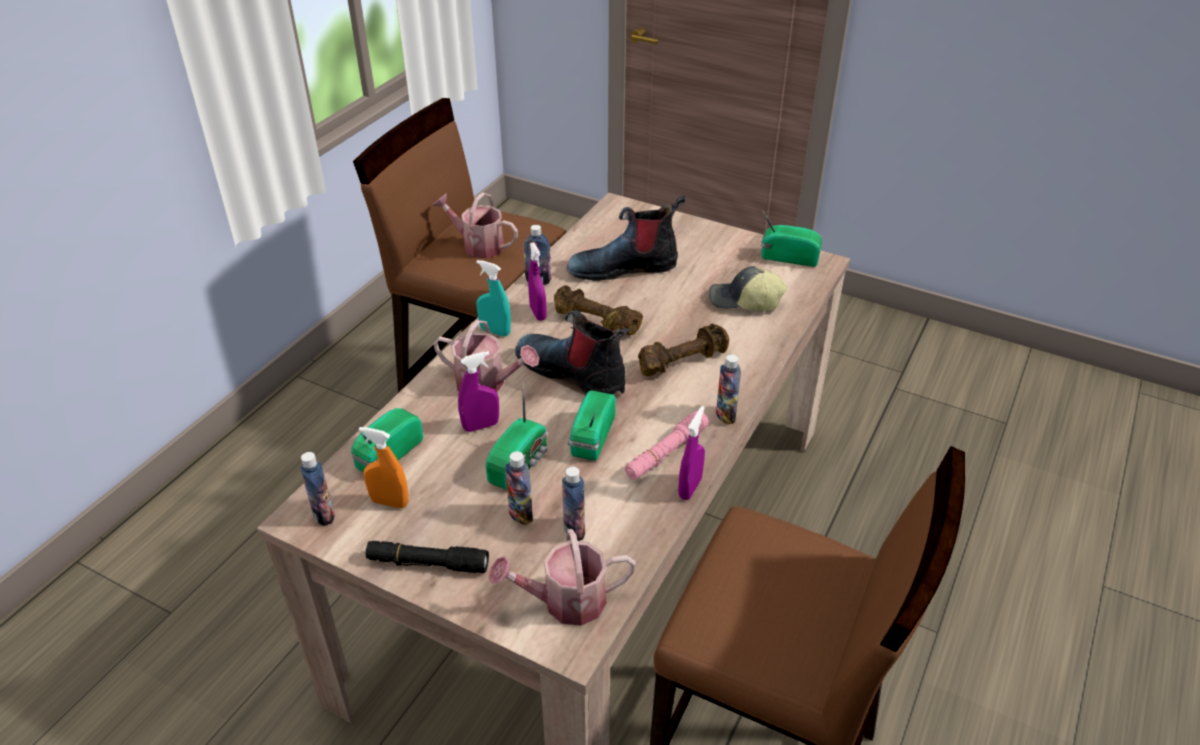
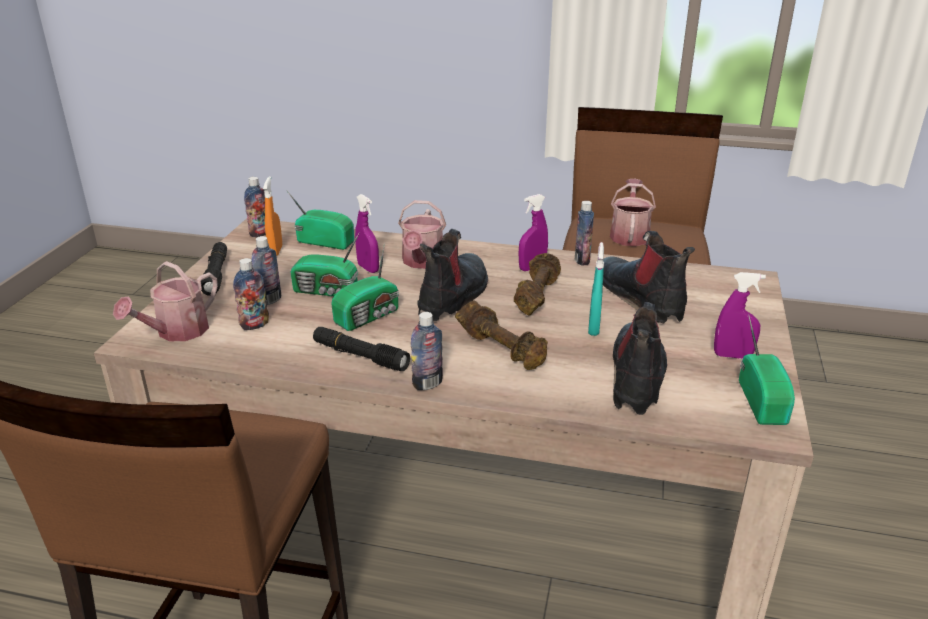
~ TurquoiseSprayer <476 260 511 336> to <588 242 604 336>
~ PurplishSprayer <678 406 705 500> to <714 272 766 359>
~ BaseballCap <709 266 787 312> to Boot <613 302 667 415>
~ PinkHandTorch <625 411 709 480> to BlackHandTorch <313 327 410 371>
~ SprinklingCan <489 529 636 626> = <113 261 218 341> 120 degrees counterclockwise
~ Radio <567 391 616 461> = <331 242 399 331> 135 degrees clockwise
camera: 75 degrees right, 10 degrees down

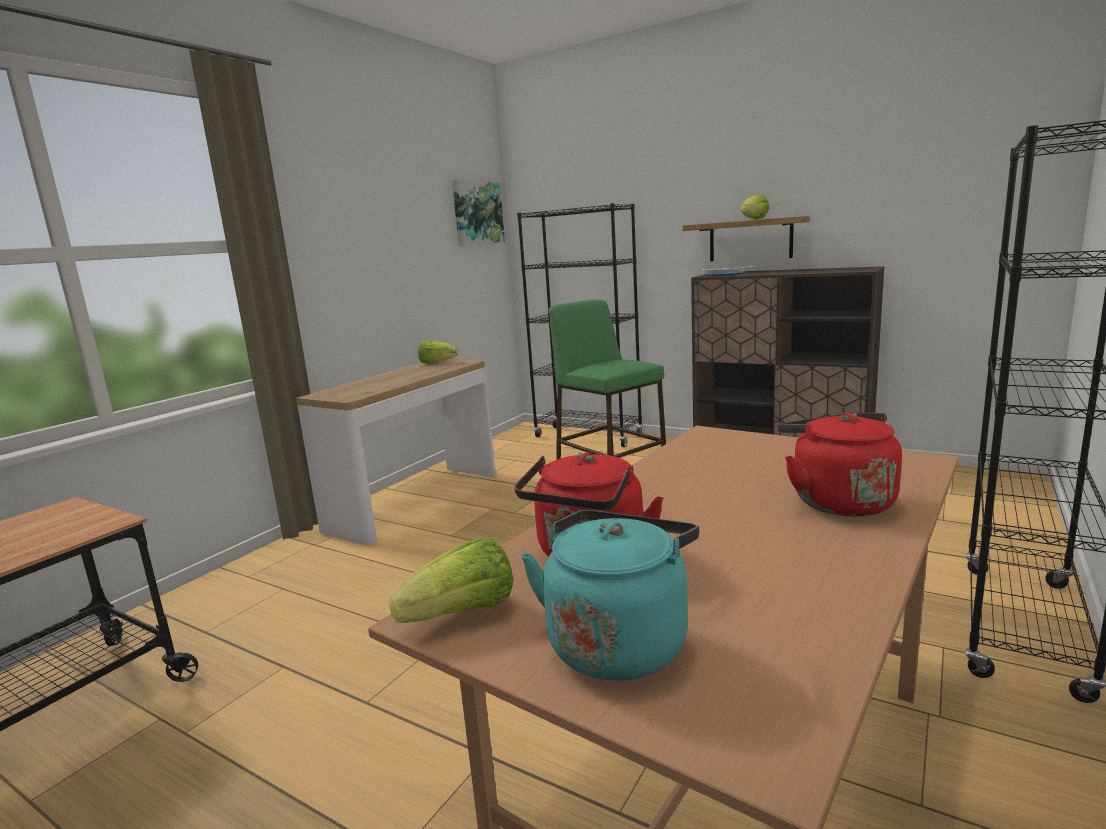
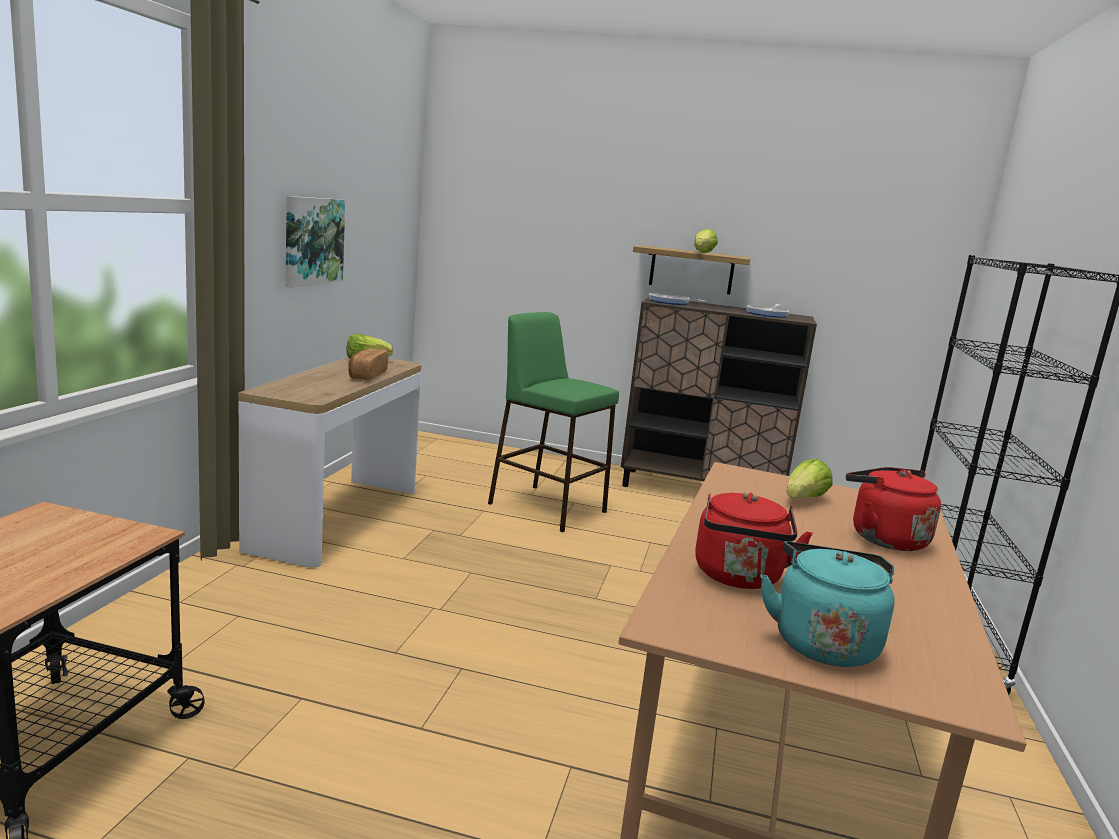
- BlackBookshelf <517 203 643 447>
+ BakeryBread <348 348 388 380>
+ Pan <746 304 789 318>
~ Lettuce <389 538 513 623> to <786 459 833 499>
~ WallPicture <452 180 505 246> to <286 196 345 287>
camera: 20 degrees left, 0 degrees up

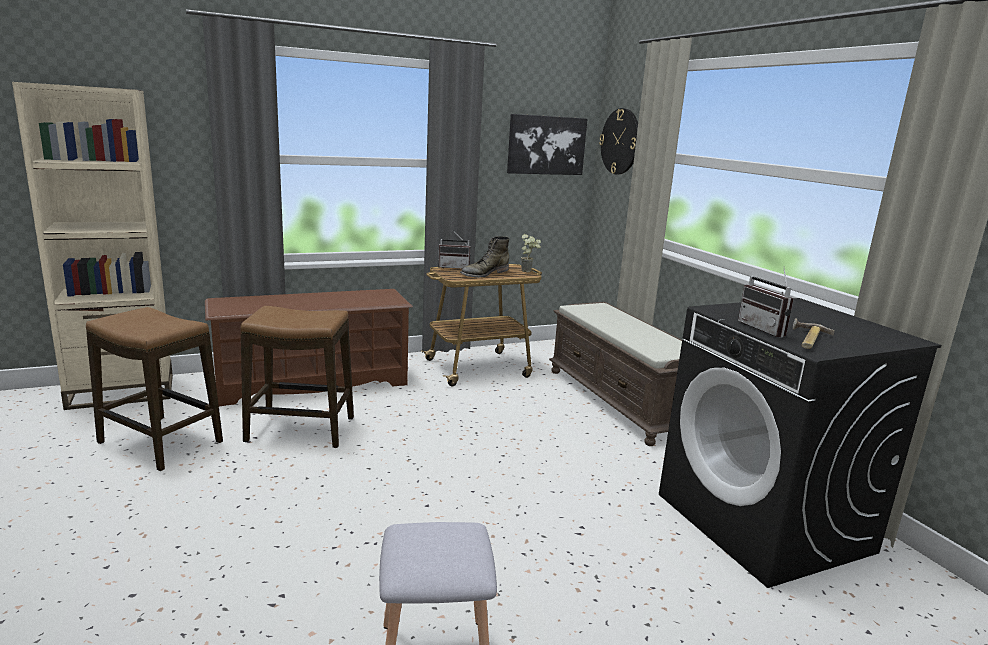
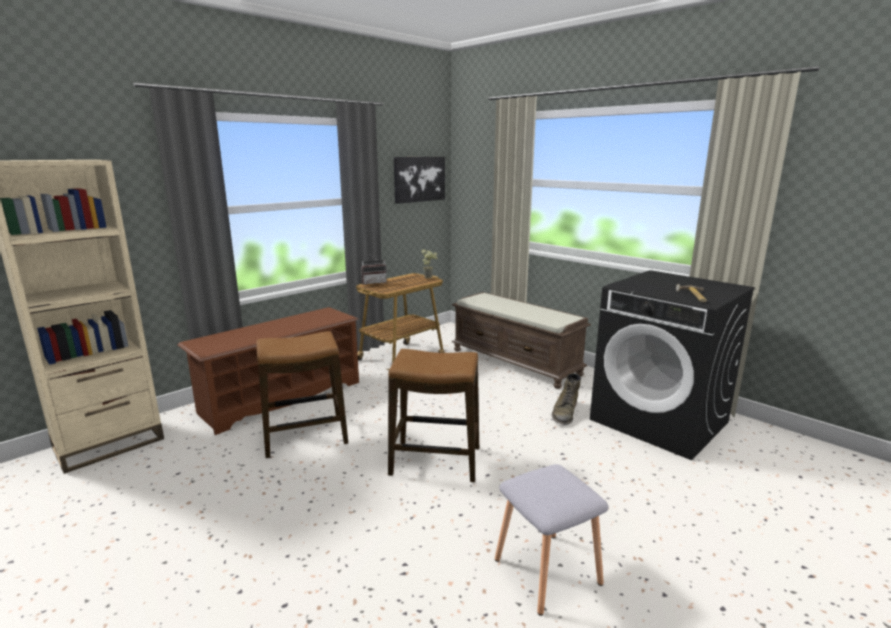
- WallClock <599 108 638 174>
- Radio <738 267 794 338>
~ SittingStool <86 307 223 471> to <388 349 479 482>
~ GreenColouredBoot <460 236 509 278> to <552 373 581 425>
camera: 20 degrees left, 0 degrees up

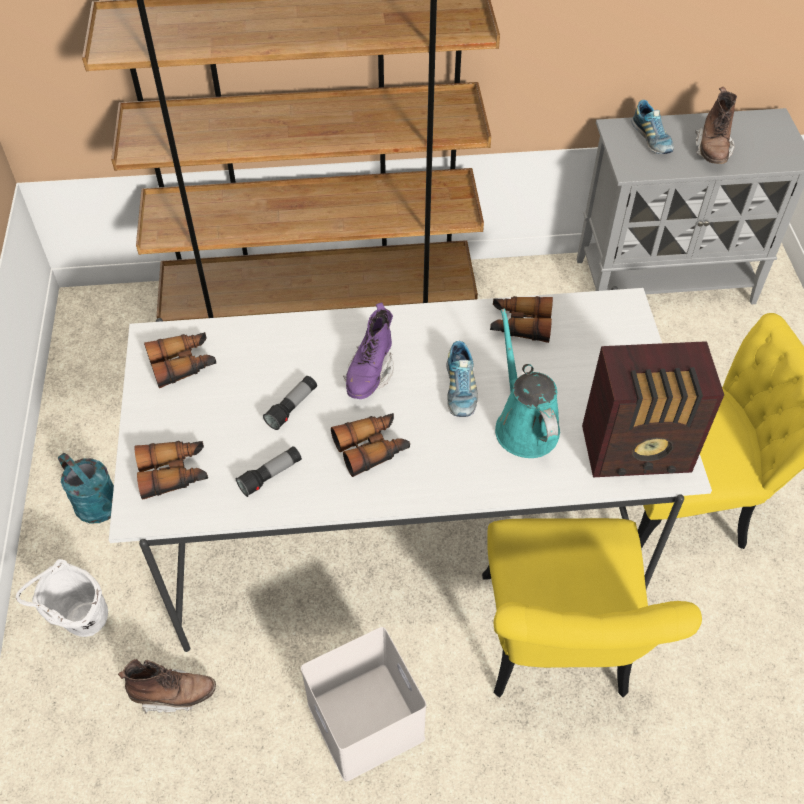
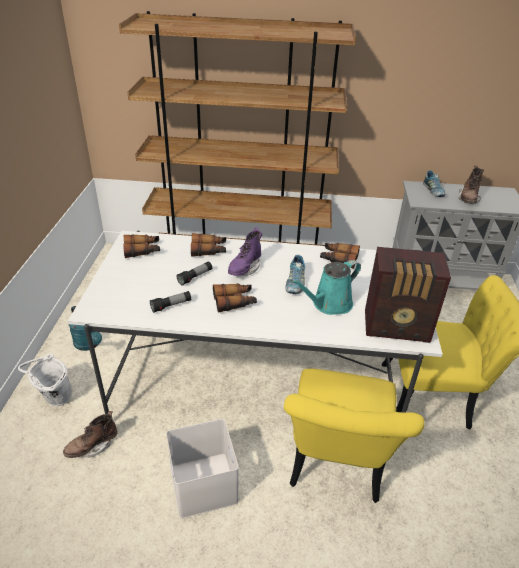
~ PairOfBinoculars <135 441 208 500> to <191 233 226 257>
~ BrownishBoot <118 659 216 714> = <63 411 118 458> 135 degrees clockwise
~ TurquoiseSprinklingCan <495 308 560 458> = <291 260 361 315> 120 degrees counterclockwise
camera: 10 degrees right, 15 degrees down

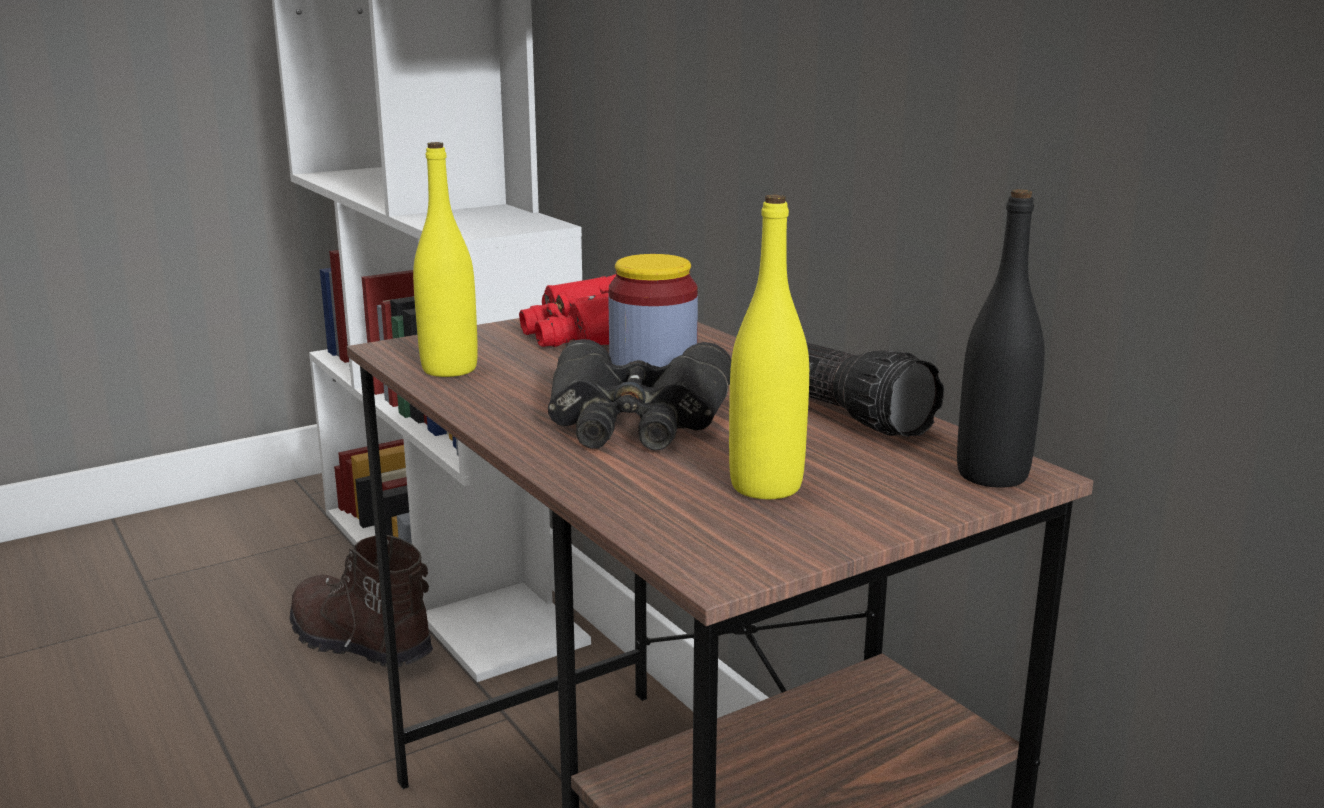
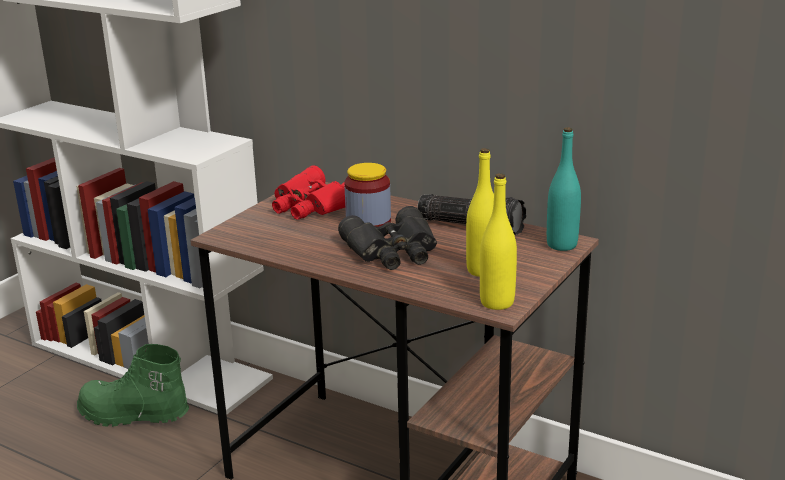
~ YellowColouredBottle <413 142 478 377> to <480 173 517 310>
~ BrownishBoot <290 535 433 668> to GreenColouredBoot <77 344 189 427>
~ BlackBottle <957 189 1045 488> to TurquoiseBottle <547 127 581 251>
camera: 25 degrees left, 5 degrees up

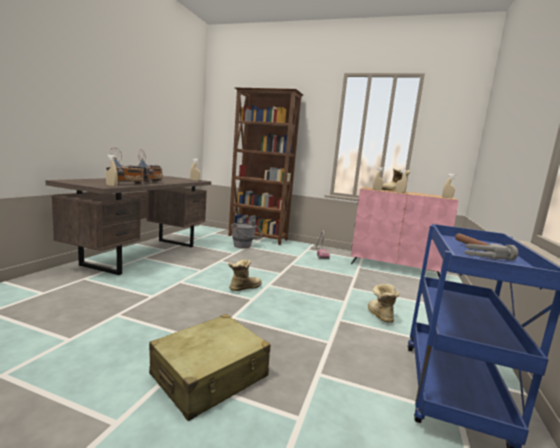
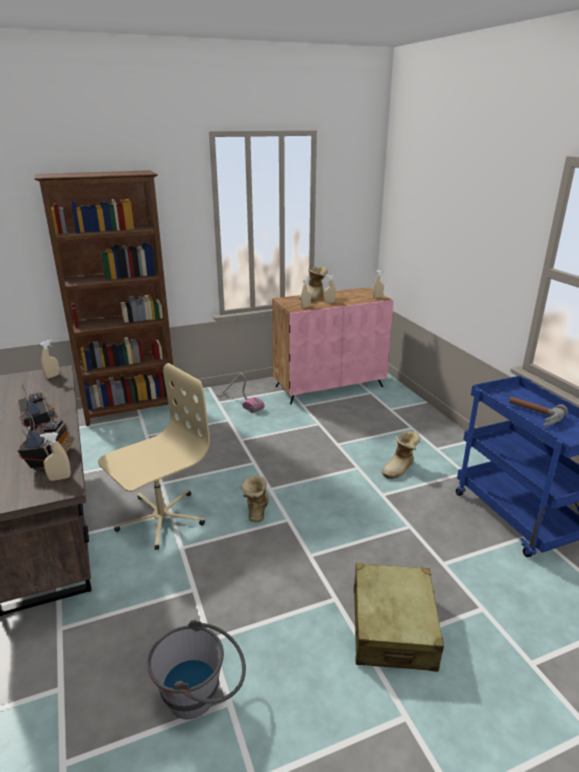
+ SandColouredDeskChair <98 363 210 550>
~ GrayBucket <231 222 262 249> to <147 620 246 719>
~ Boot <368 284 399 323> = <382 431 420 479> 90 degrees counterclockwise
camera: 40 degrees left, 15 degrees up

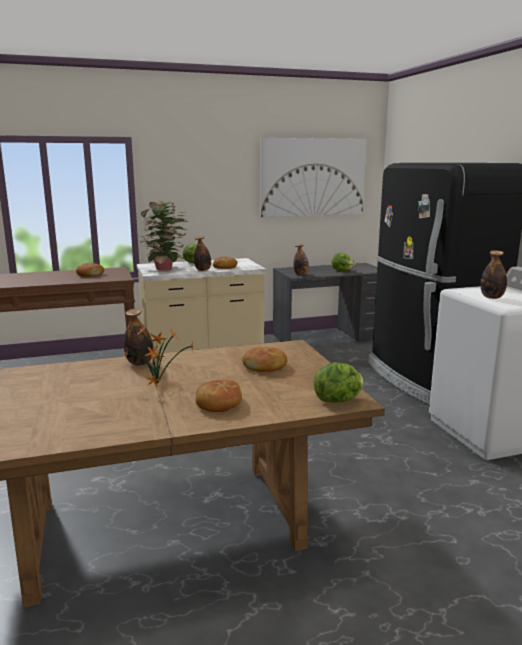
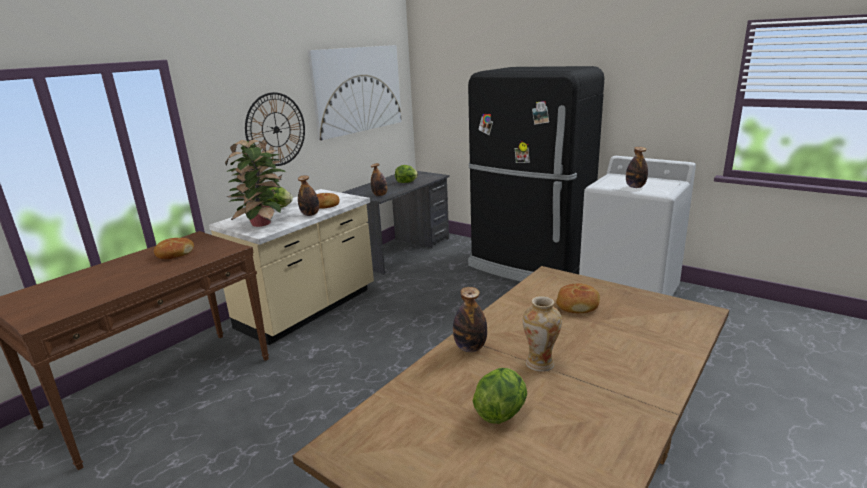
- BakeryBread <196 380 242 412>
+ WallClock <245 92 305 166>
~ Lettuce <313 362 364 403> to <473 368 527 424>
~ Houseplant <124 326 194 386> to Vase <523 296 562 372>
camera: 35 degrees left, 5 degrees up

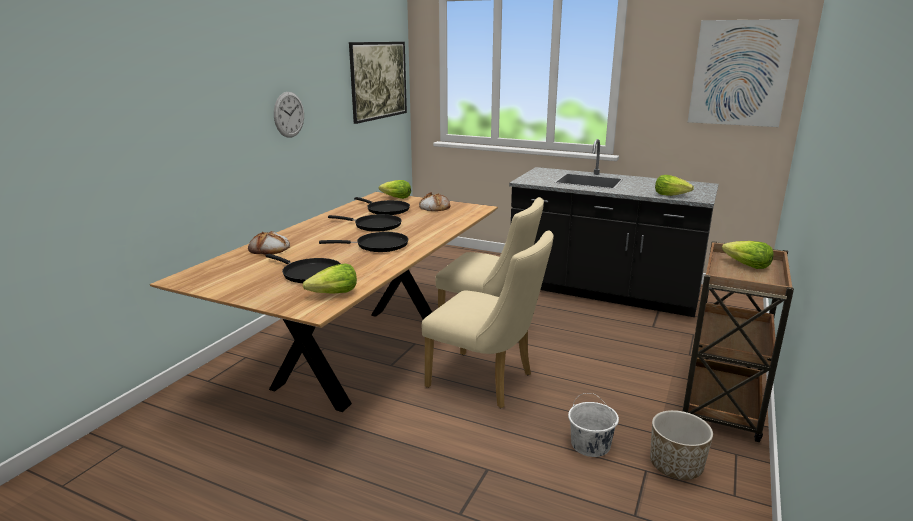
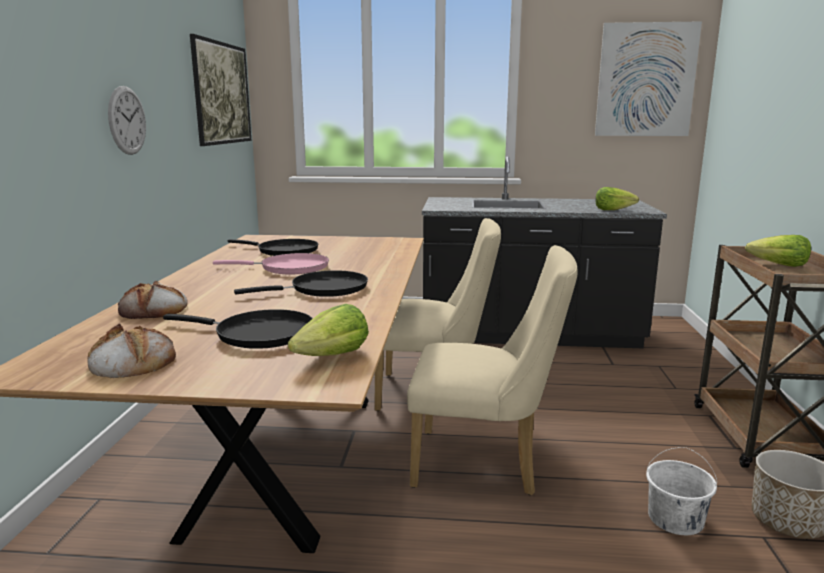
- Lettuce <379 180 411 199>
~ BakeryBread <419 192 450 211> to <88 324 176 378>
~ BlackPan <328 214 402 232> to PinkPan <213 253 329 274>
camera: 20 degrees left, 5 degrees down

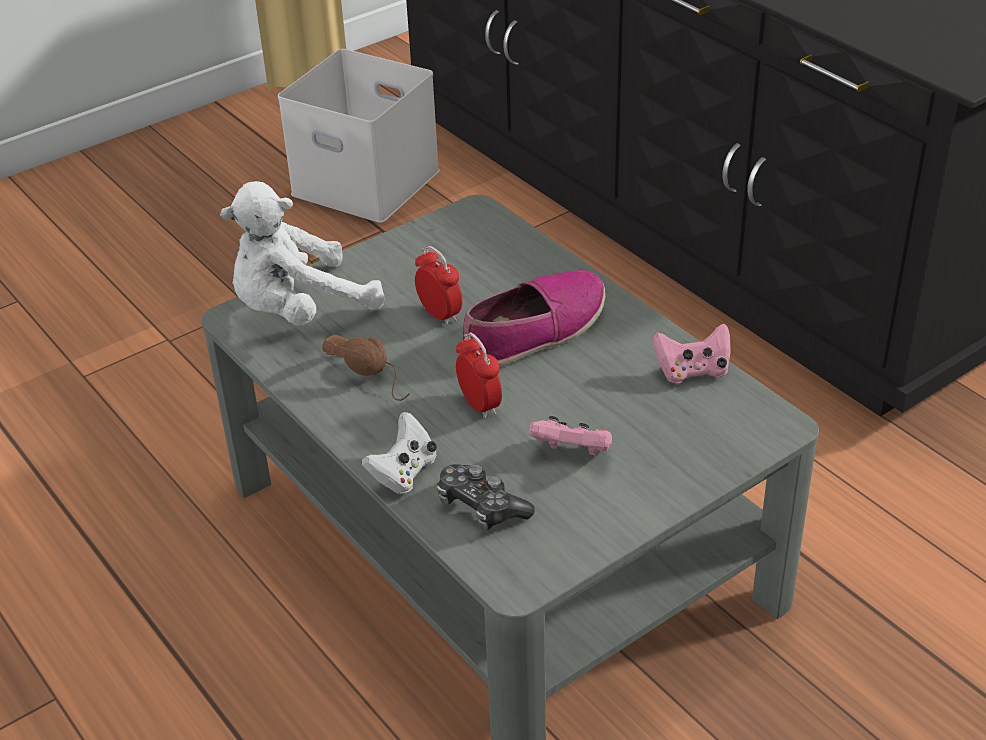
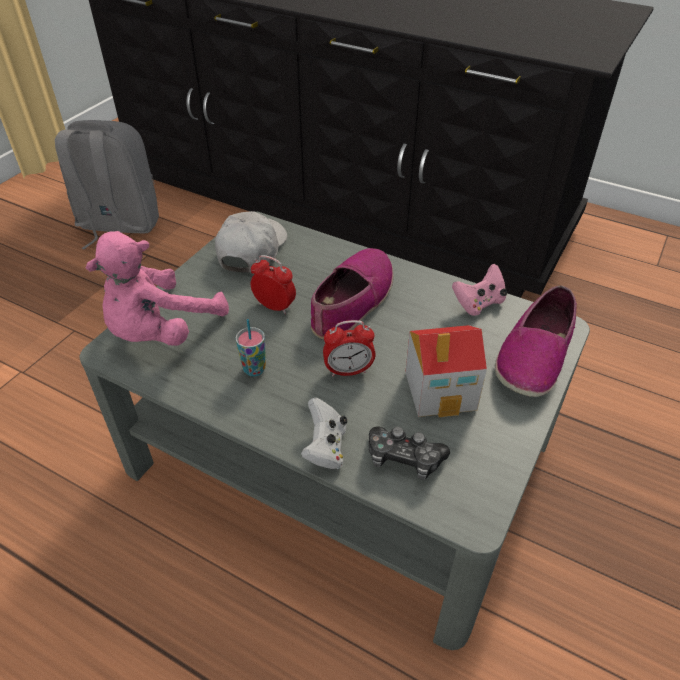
+ WhitishBaseballCap <215 211 287 272>
+ Shoe <495 285 577 397>
~ WhitishStorageContainer <278 49 440 223> to GrayBackpack <55 120 159 249>
~ BrownishHeadset <322 335 410 401> to Cup <236 319 266 377>
~ PinkJoypad <529 416 612 456> to ModelHouse <405 325 487 417>
~ WhitishSoftToy <220 181 385 326> to PinkSoftToy <86 231 229 346>
~ BedsideClock <456 333 502 419> = <323 320 375 377> 135 degrees clockwise
camera: 25 degrees left, 5 degrees up

